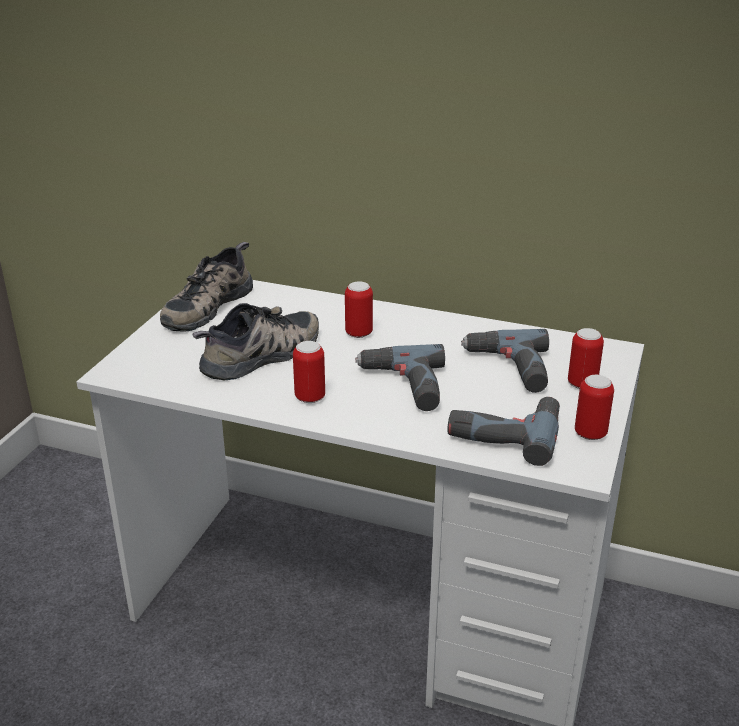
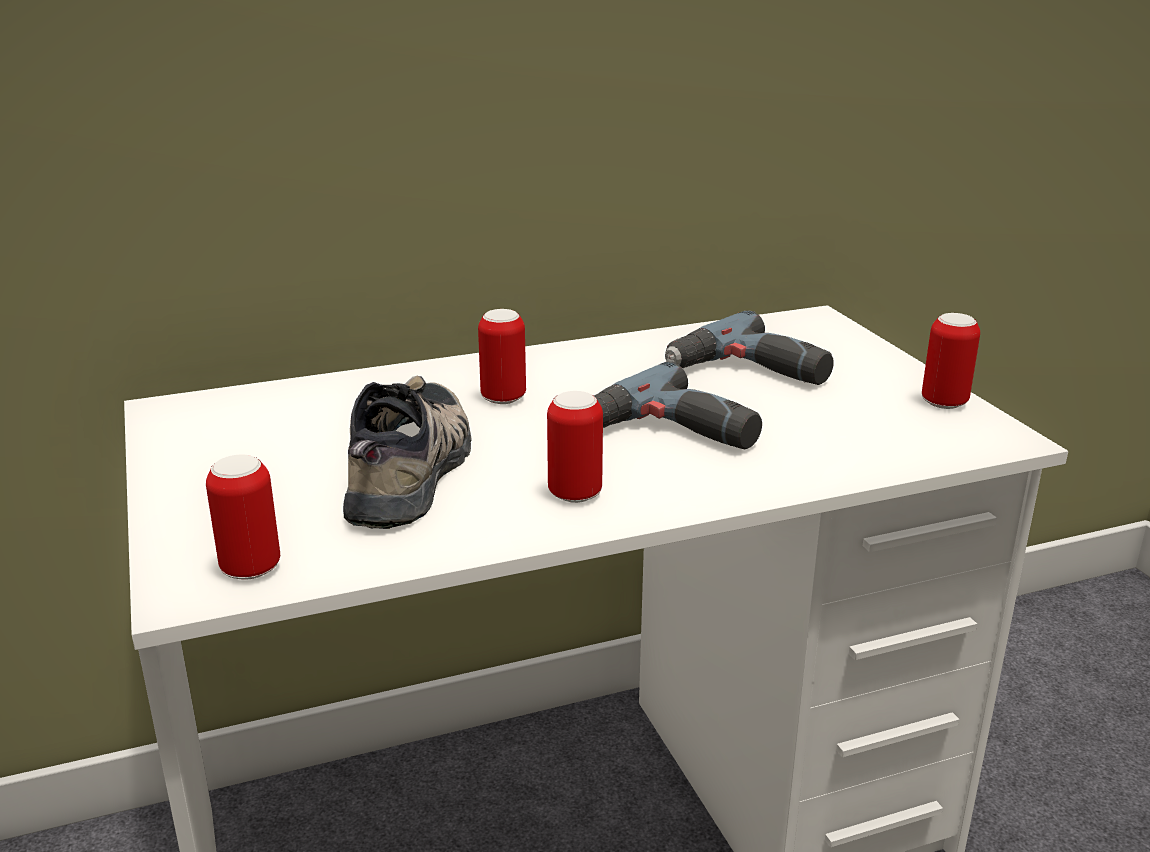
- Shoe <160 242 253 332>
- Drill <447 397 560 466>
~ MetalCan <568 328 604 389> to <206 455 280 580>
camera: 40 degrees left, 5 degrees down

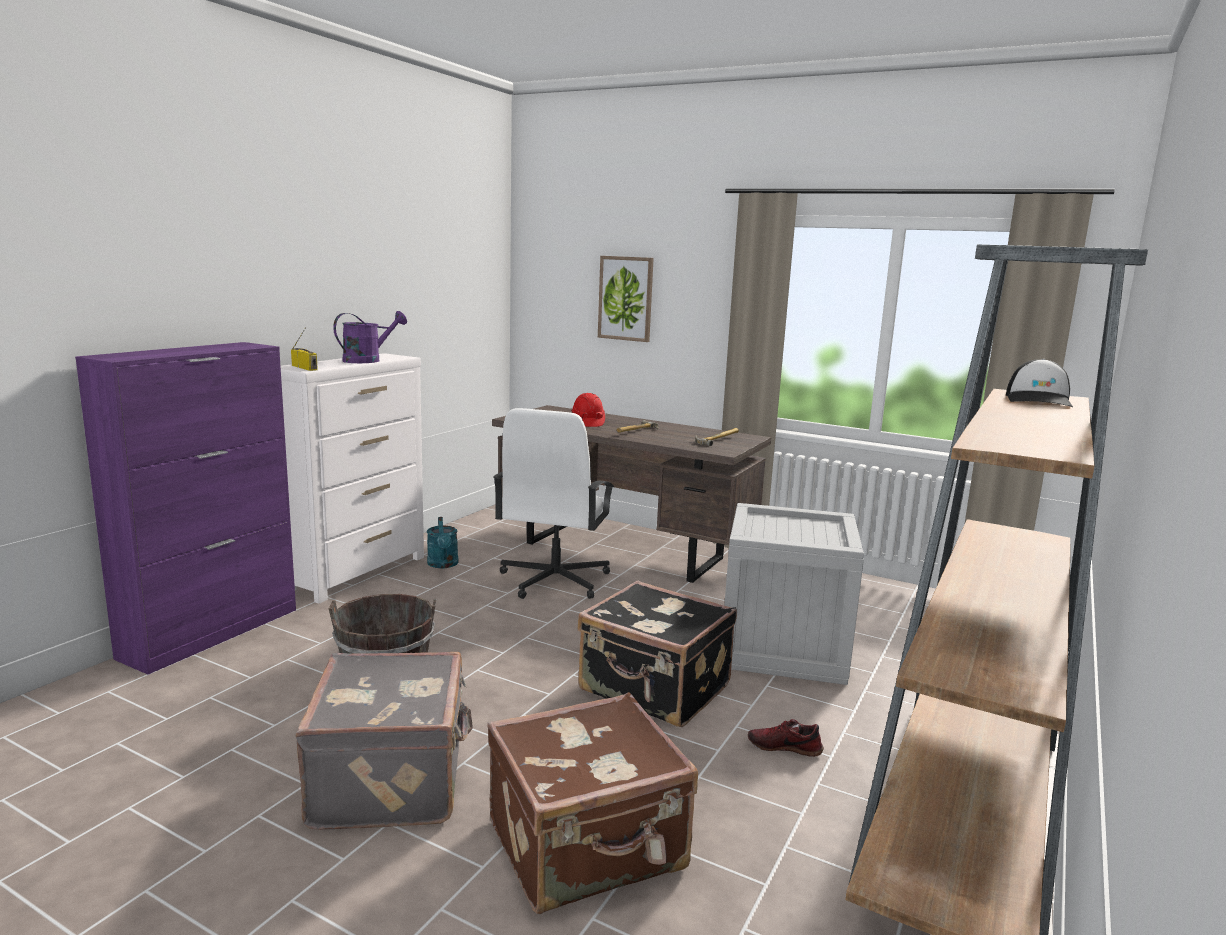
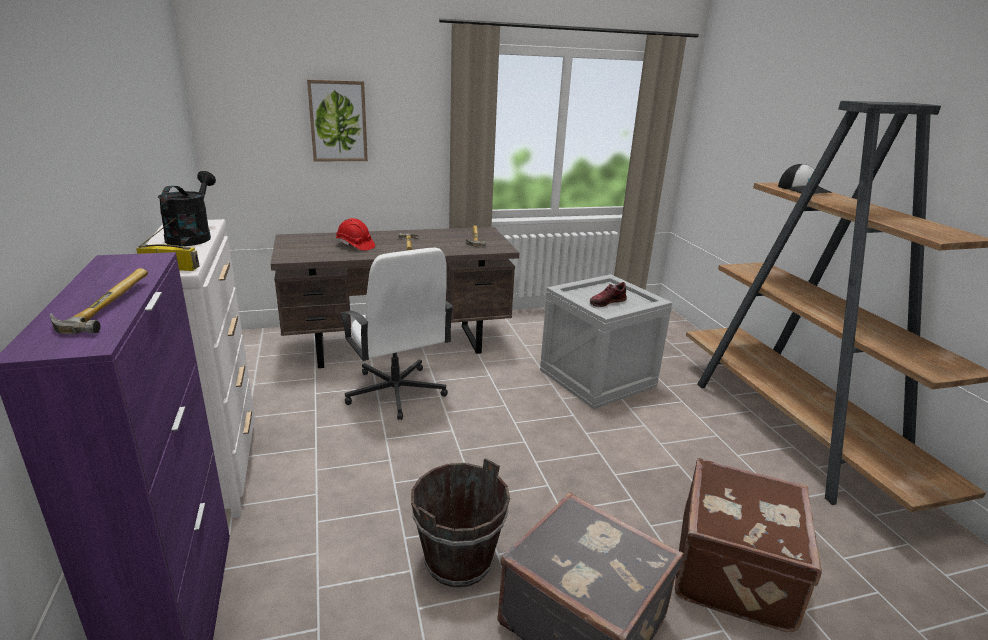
- TurquoiseSprinklingCan <427 517 459 568>
- BlackSuitcase <577 580 737 727>
+ HandHammer <50 268 148 334>
~ Shoe <748 719 824 757> to <590 282 627 307>
~ PurplishSprinklingCan <333 311 407 363> to BlackSprinklingCan <158 171 216 246>
camera: 45 degrees left, 10 degrees up

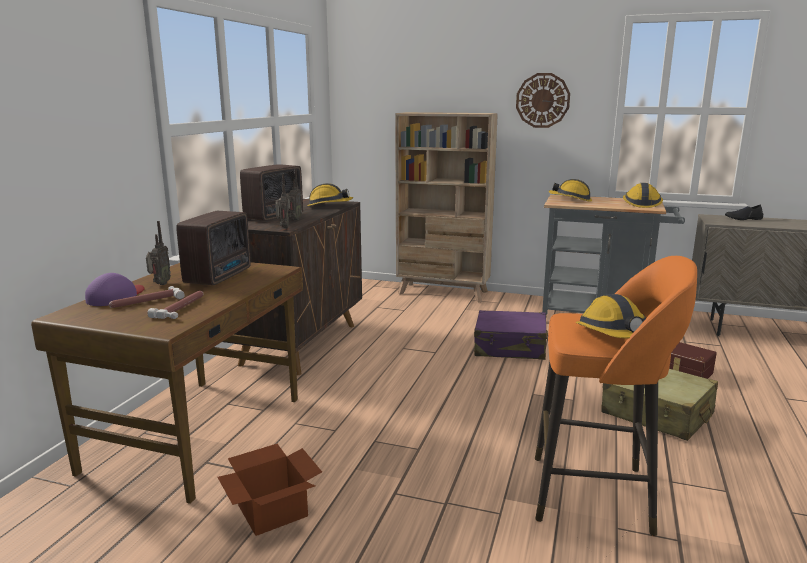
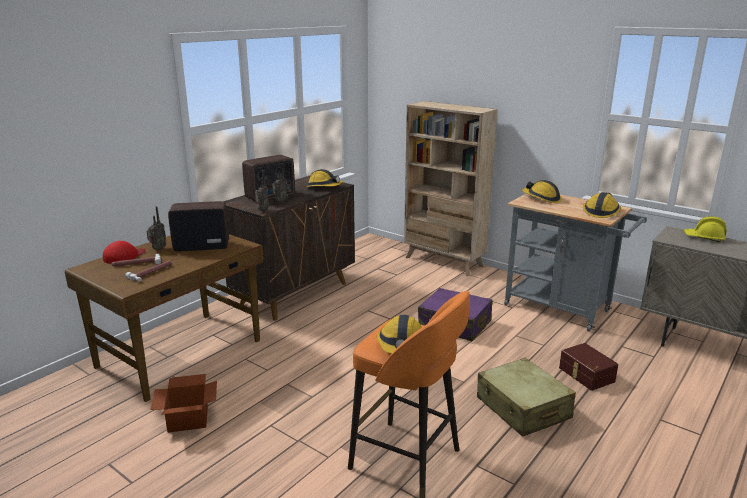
- WallClock <516 73 570 128>
~ BlackShoe <725 205 763 220> to YellowColouredSafetyHelmet <684 216 726 243>
~ PurplishBaseballCap <85 273 144 306> to ReddishBaseballCap <103 241 145 264>
~ Radio <176 211 251 285> = <168 201 229 251> 135 degrees counterclockwise
camera: 20 degrees right, 5 degrees up

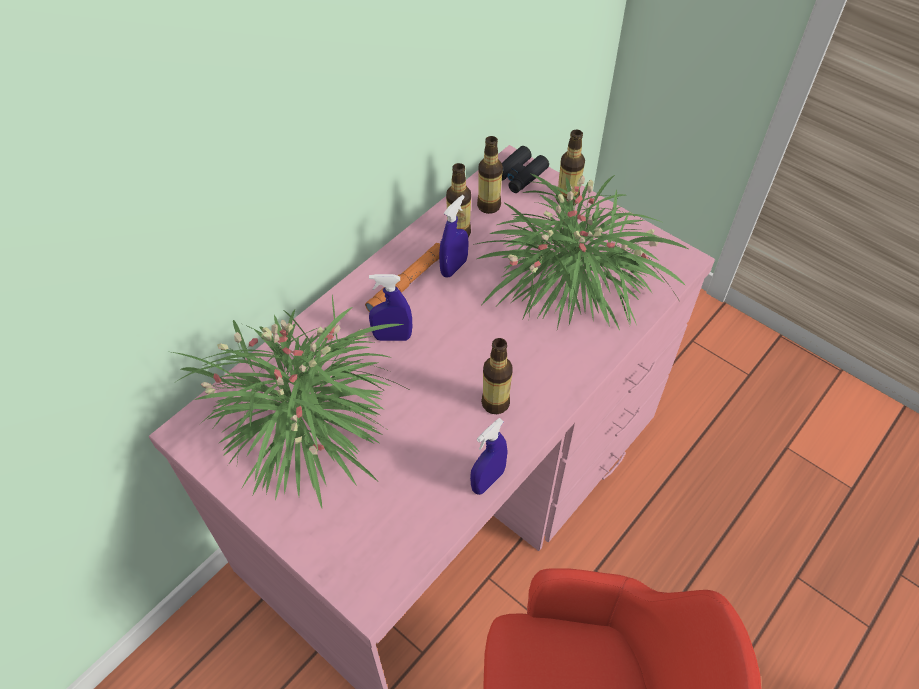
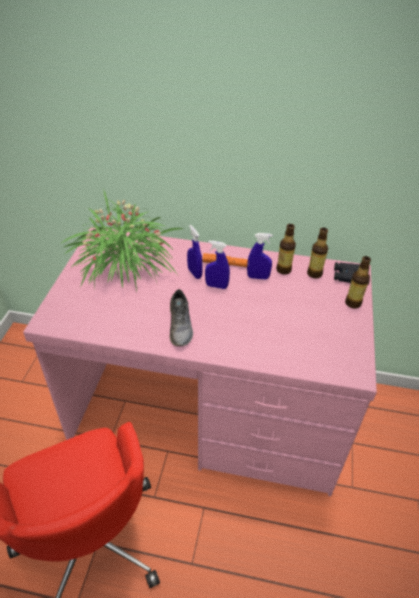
- Houseplant <473 174 690 330>
~ BluishSprayer <470 418 508 495> to <205 240 230 289>
~ Bottle <481 338 513 414> to GrayShoe <170 289 193 346>
camera: 60 degrees right, 10 degrees down

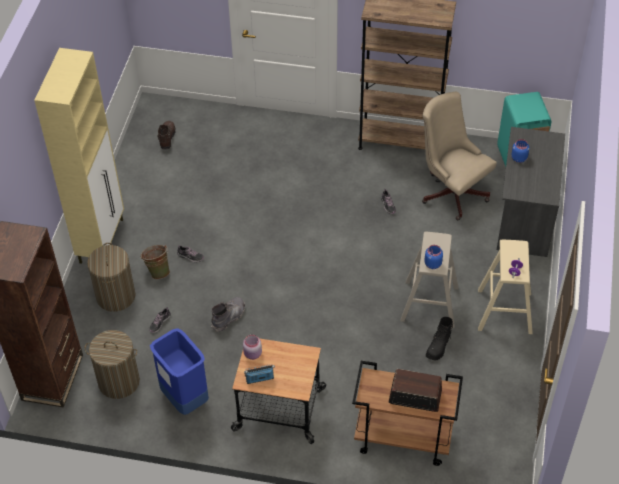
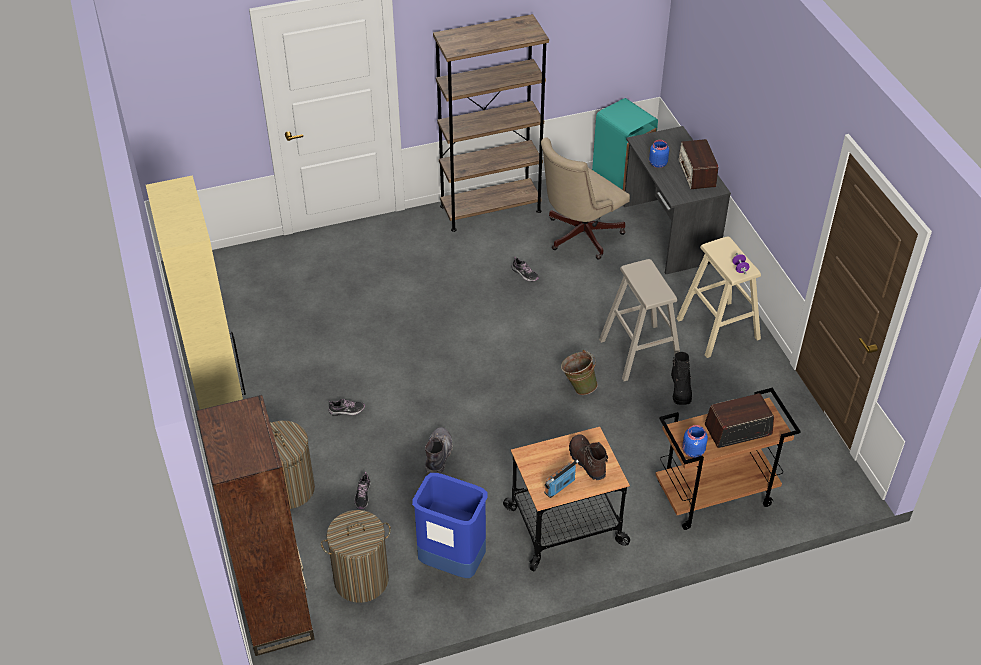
- PinkPreserveJar <243 335 262 360>
+ Radio <678 139 718 189>
~ GreenColouredBucket <140 245 170 279> to <561 350 598 395>
~ BrownishBoot <157 121 176 150> to <569 434 608 480>
~ BluishPreserveJar <424 245 443 269> to <682 425 708 458>
~ SandColouredDeskChair <422 92 497 220> = <541 137 630 260> 60 degrees counterclockwise
camera: 30 degrees left, 5 degrees down

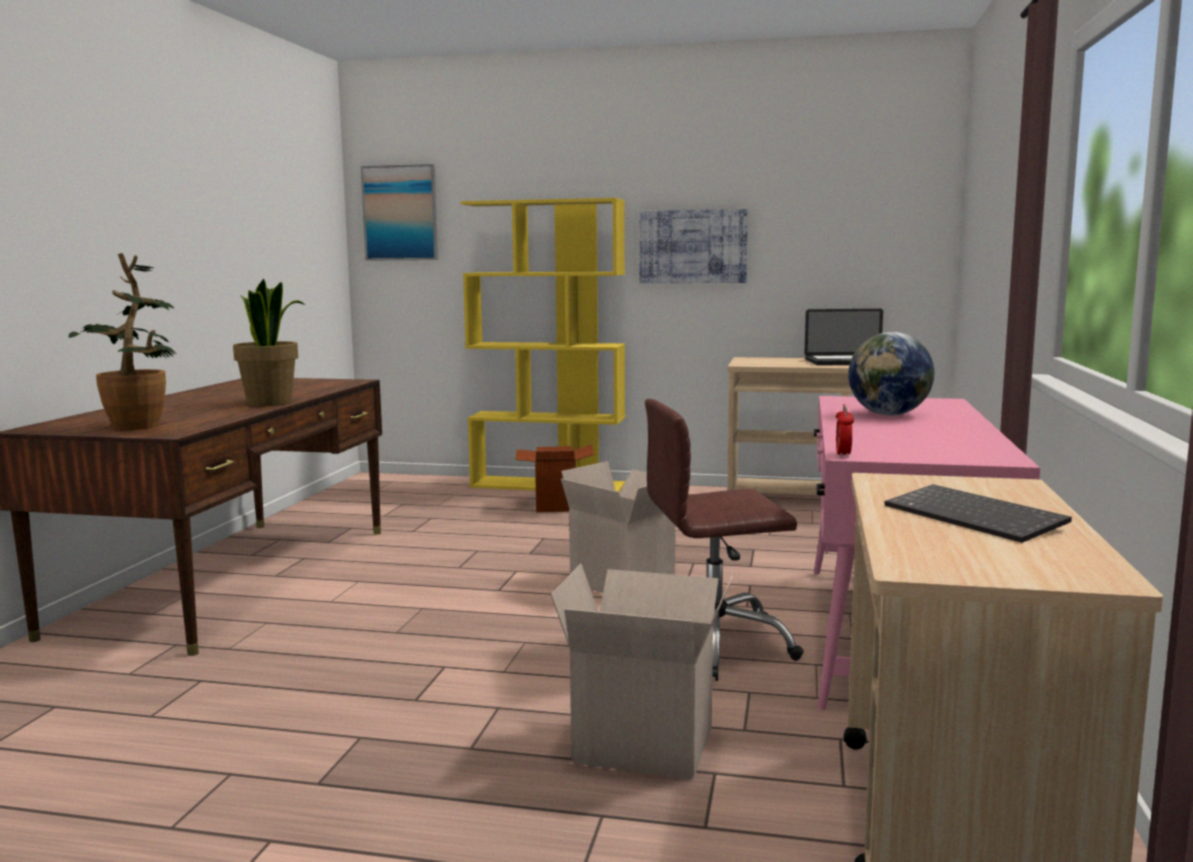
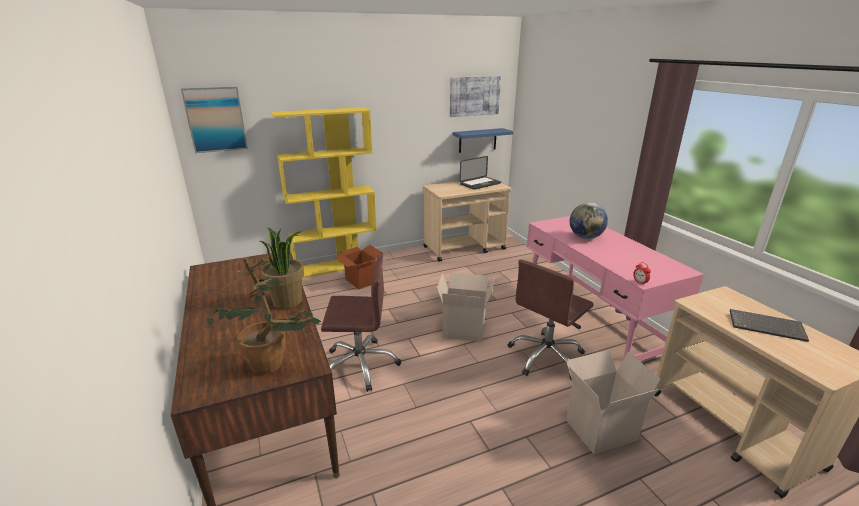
+ BrownishDeskChair <321 254 401 392>
+ BluishShelf <452 128 513 153>
~ WallPicture <639 209 748 283> to <450 76 501 117>
camera: 35 degrees left, 15 degrees up

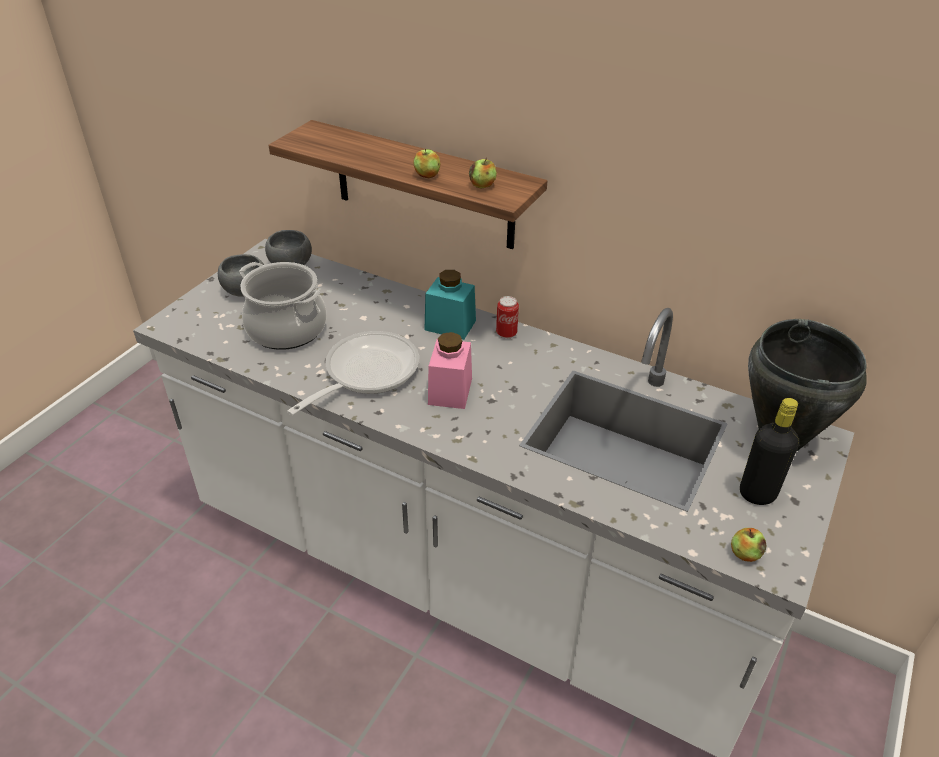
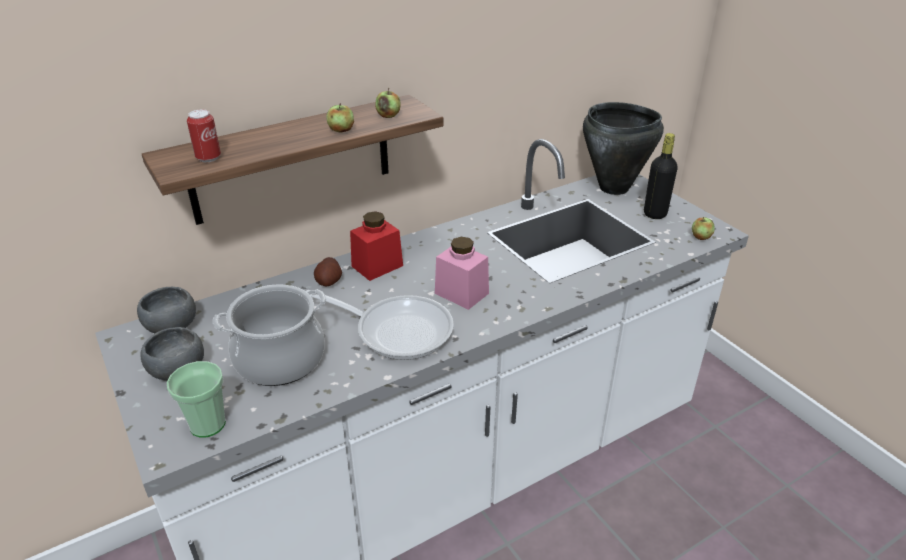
+ Cup <167 361 226 438>
+ WholePotato <314 257 342 286>
~ MetalCan <496 296 519 339> to <187 109 221 162>
~ TurquoisePreserveJar <424 270 476 340> to ReddishPreserveJar <350 211 403 281>
~ Pan <287 331 419 415> = <306 290 454 360> 135 degrees clockwise
camera: 60 degrees left, 5 degrees down

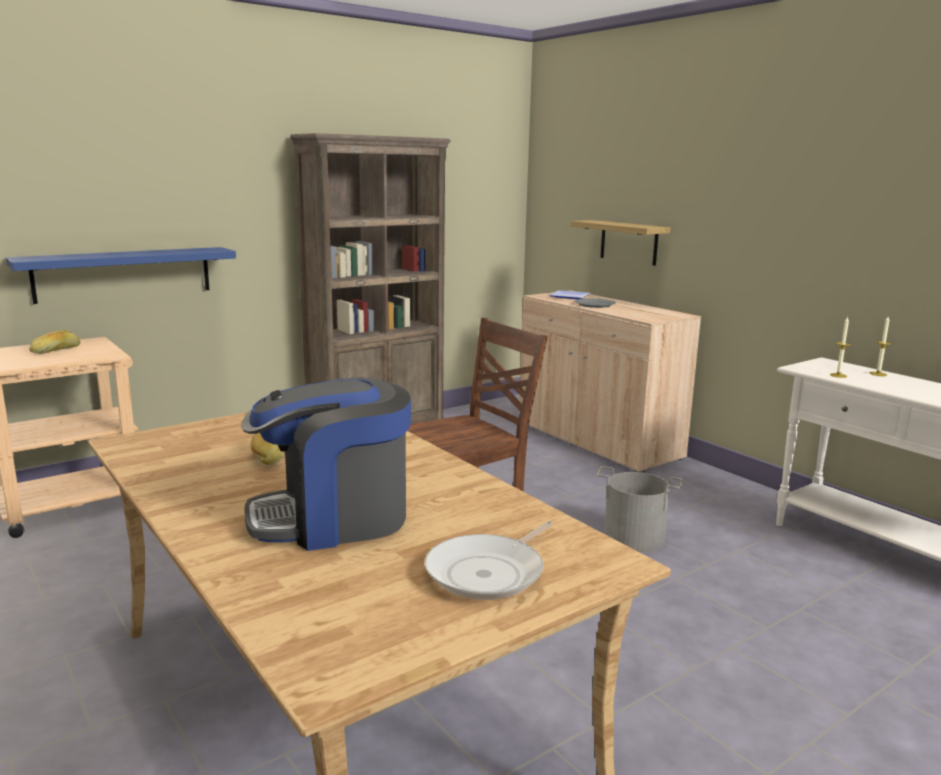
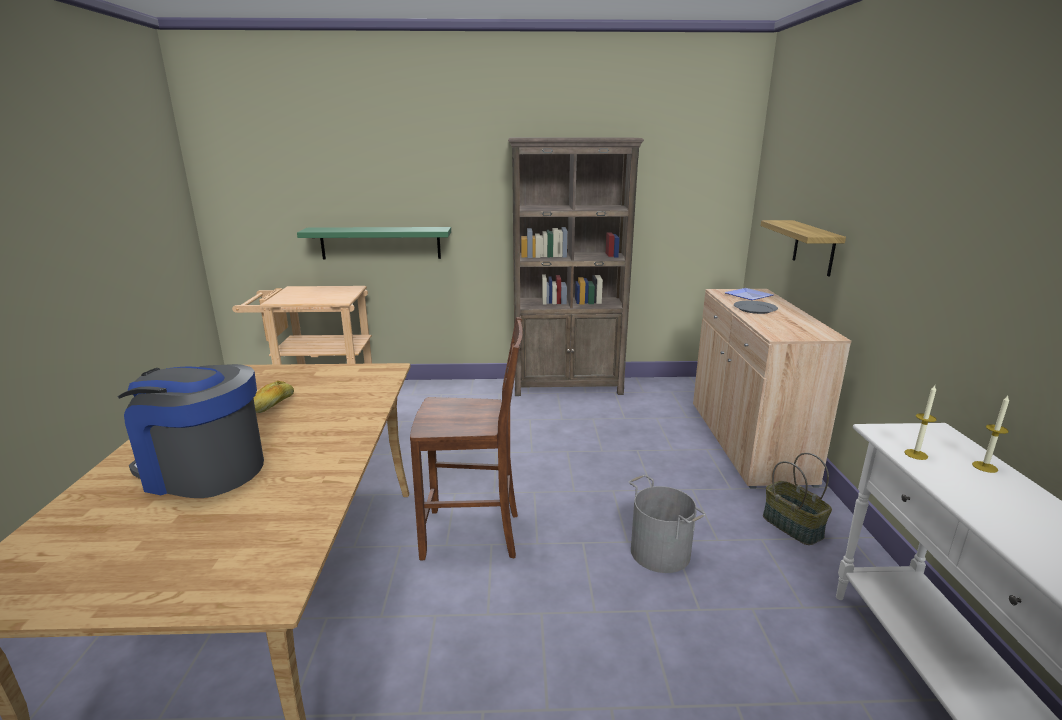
- BakeryBread <29 330 80 354>
- Pan <425 521 553 600>
+ HouseholdBasket <763 453 832 545>
~ BluishShelf <6 247 236 304> to GreenColouredShelf <297 227 451 259>
camera: 35 degrees right, 5 degrees up

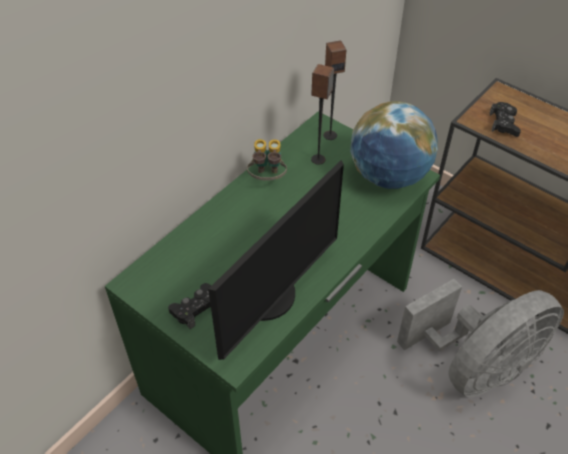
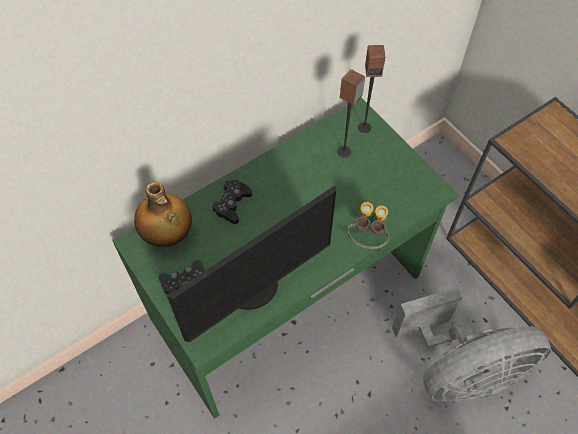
- WorldGlobe <350 101 438 189>
+ Bottle <134 182 192 247>
~ PairOfBinoculars <247 139 287 181> to <347 202 389 249>
~ BlackJoypad <490 102 521 137> to <212 180 252 224>
camera: 15 degrees right, 10 degrees up

